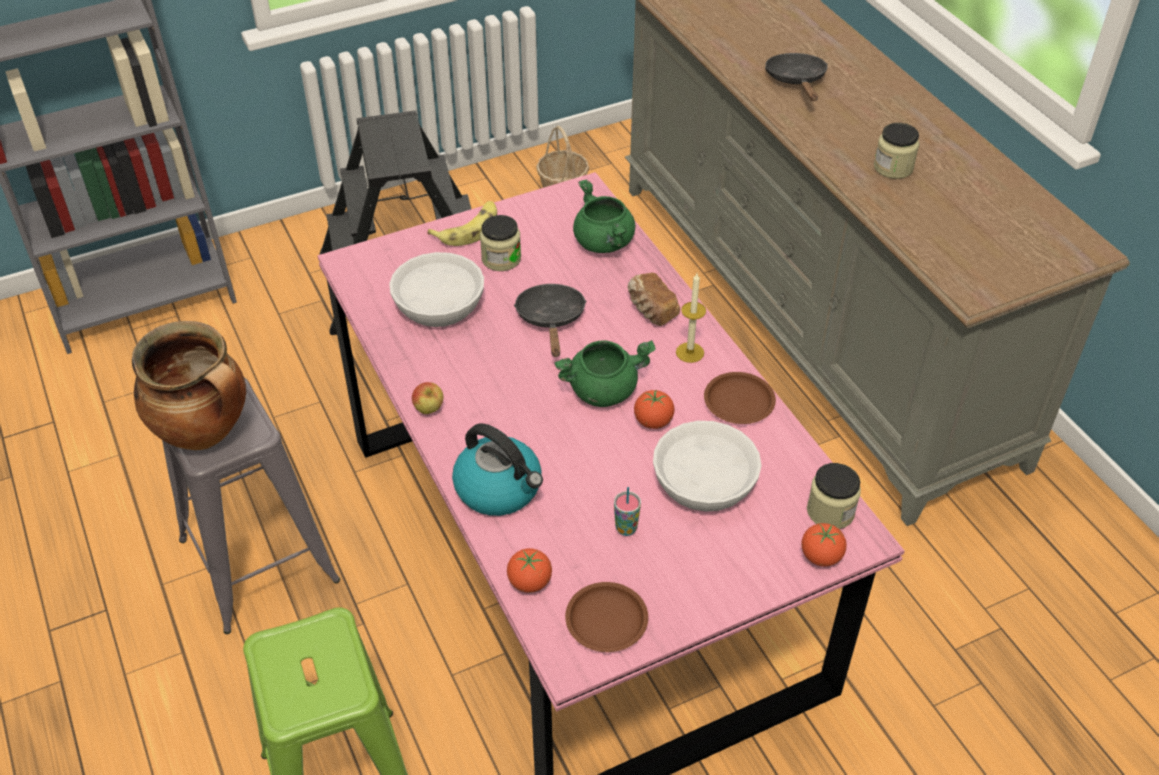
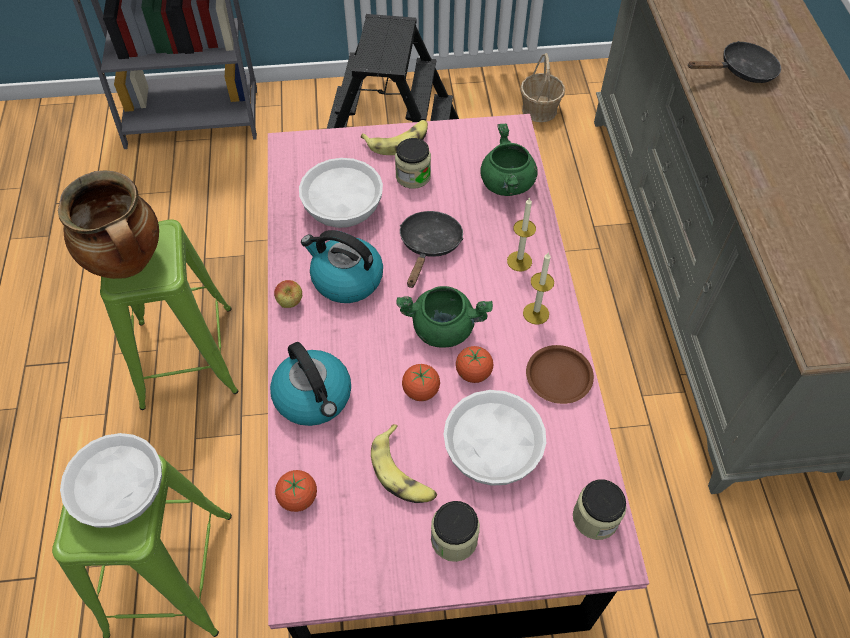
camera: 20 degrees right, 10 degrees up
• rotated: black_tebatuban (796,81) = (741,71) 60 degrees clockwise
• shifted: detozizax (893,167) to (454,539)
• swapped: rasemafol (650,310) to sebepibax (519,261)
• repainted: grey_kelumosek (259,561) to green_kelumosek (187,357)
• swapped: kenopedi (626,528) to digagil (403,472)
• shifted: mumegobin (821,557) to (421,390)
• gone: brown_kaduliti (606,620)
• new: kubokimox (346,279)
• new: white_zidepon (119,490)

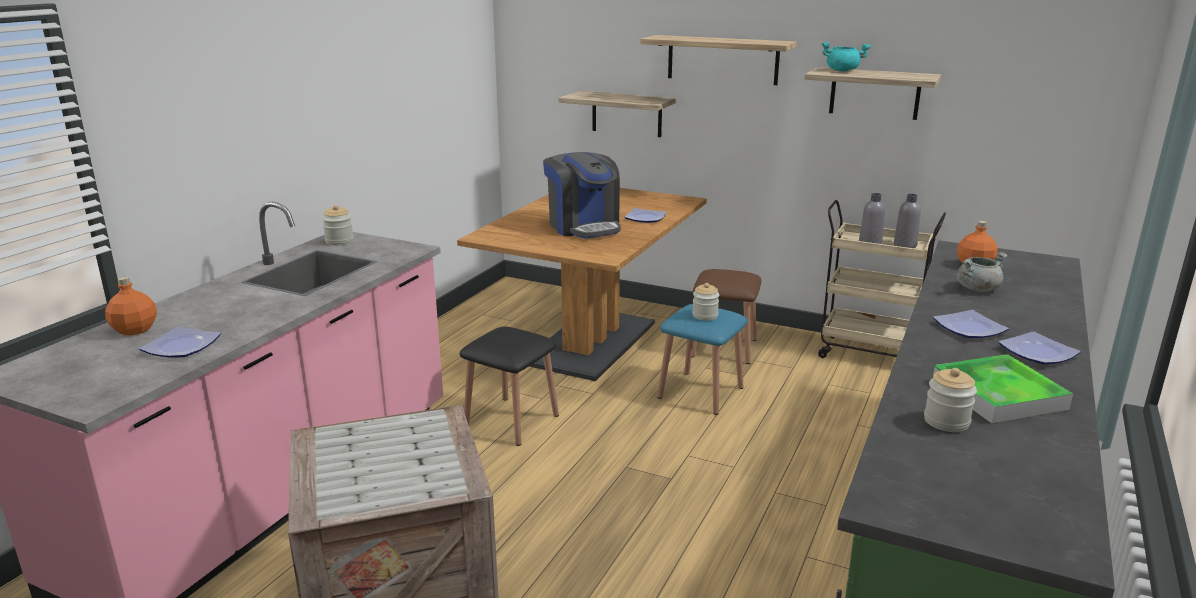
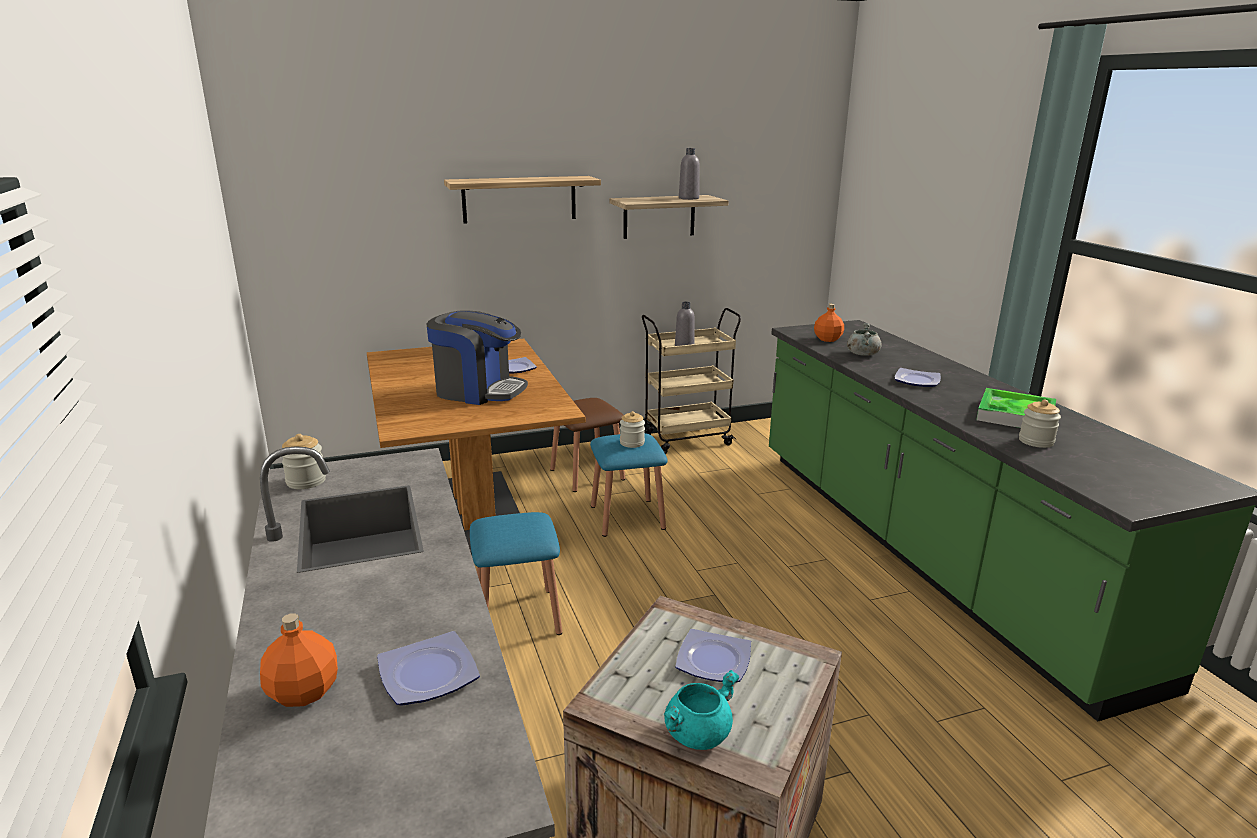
camera: 45 degrees left, 0 degrees up
• shifted: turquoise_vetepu (842,71) to (697,733)
• gone: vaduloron (626,114)
• shifted: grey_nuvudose (905,245) to (688,198)
• repainted: black_kelumosek (511,420) to blue_kelumosek (517,616)
• shifted: kaduliti (1039,353) to (715,660)

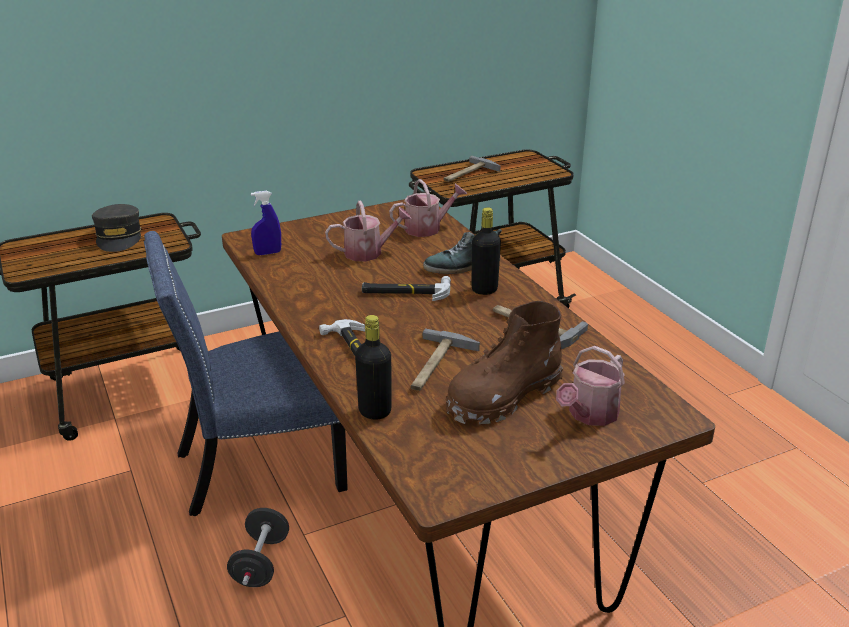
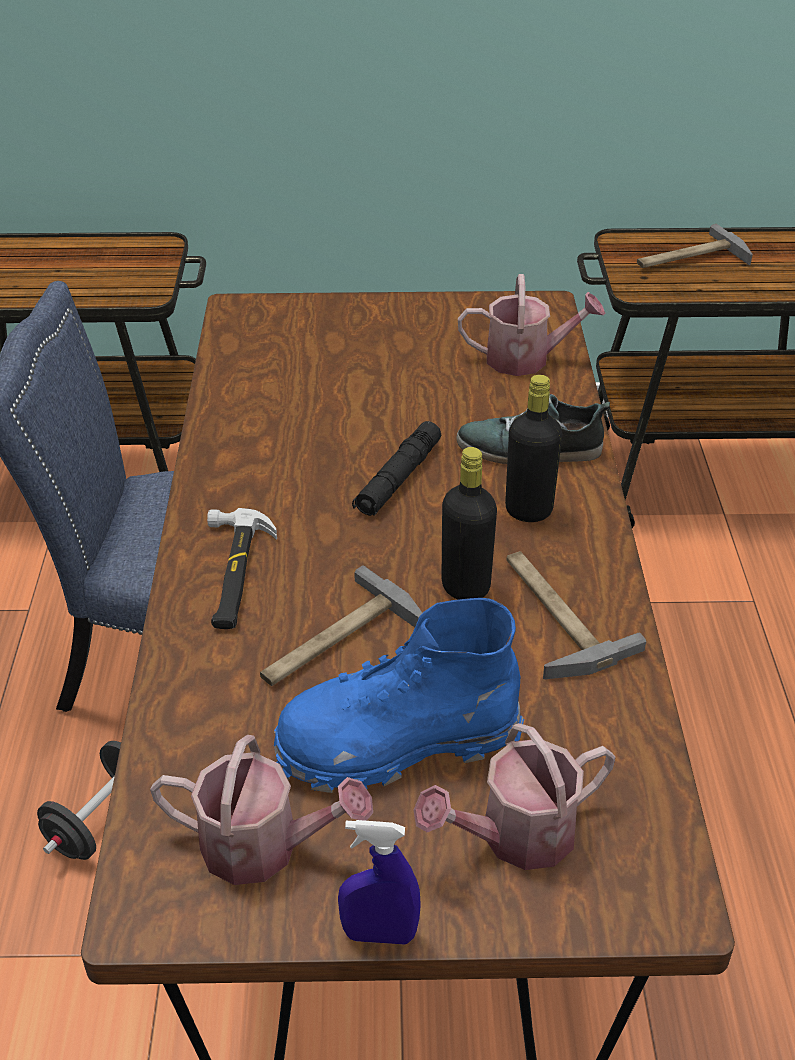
camera: 25 degrees right, 10 degrees up
• shifted: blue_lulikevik (268,253) to (379,934)
• shifted: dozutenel (369,252) to (263,847)
• gone: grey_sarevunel (119,237)
• swapped: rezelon (406,292) to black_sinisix (398,479)
• repainted: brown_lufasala (503,397) to blue_lufasala (396,744)
• shifted: black_nuvudose (375,411) to (465,587)

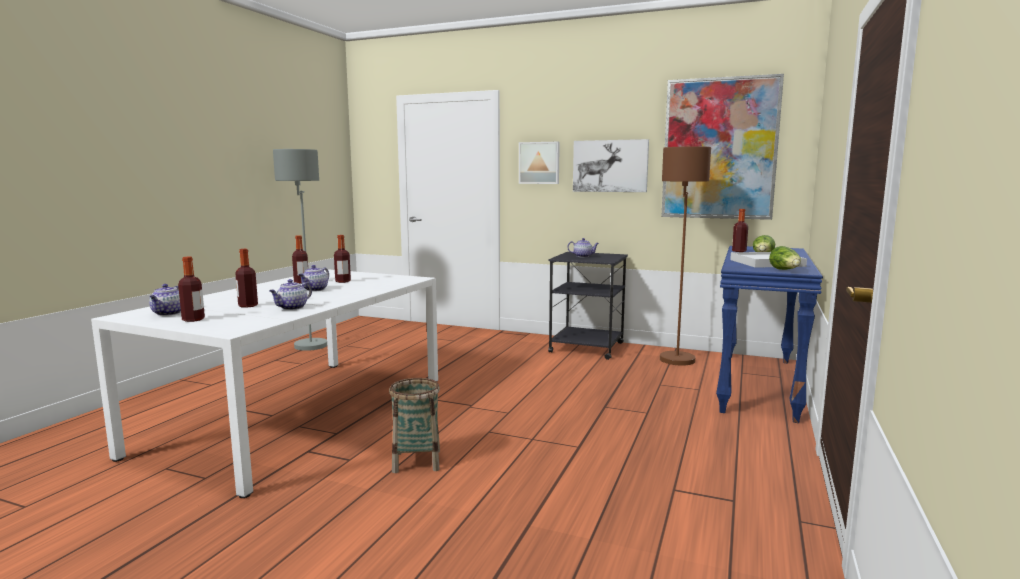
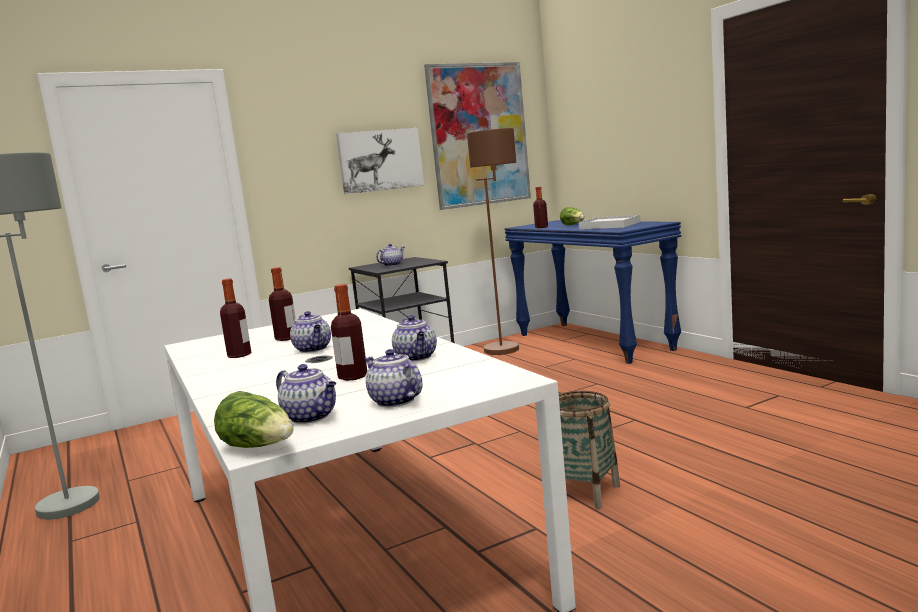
camera: 50 degrees left, 0 degrees up
• gone: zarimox (539,163)
• shifted: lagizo (785,270) to (260,447)
• swapped: nuvudose (193,319) to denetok (394,401)

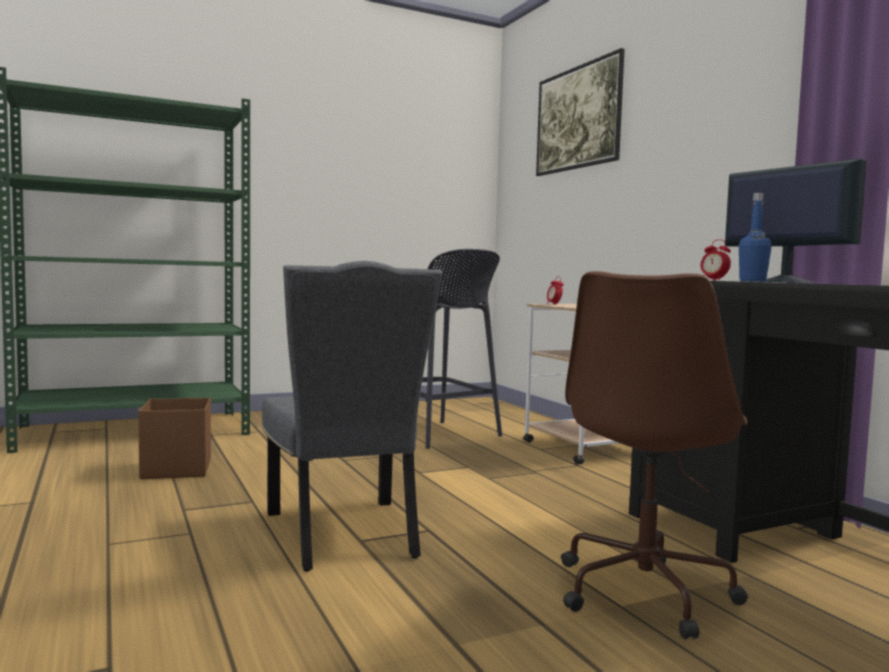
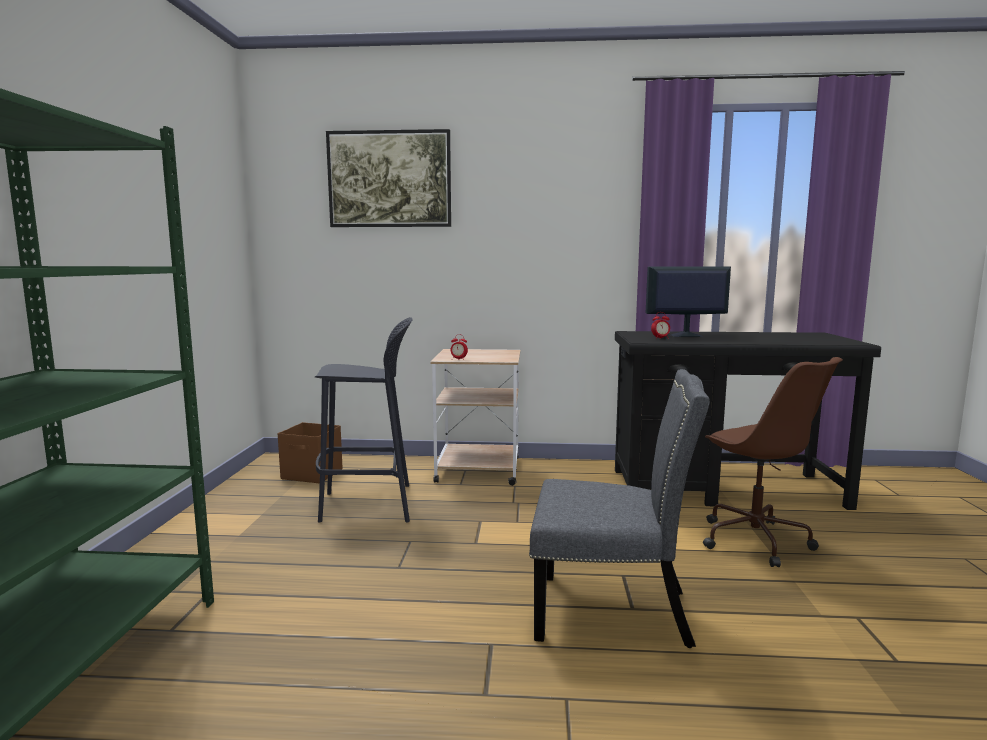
camera: 60 degrees left, 5 degrees up
• gone: blue_nuvudose (752,281)
• shifted: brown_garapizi (176,469) to (312,474)

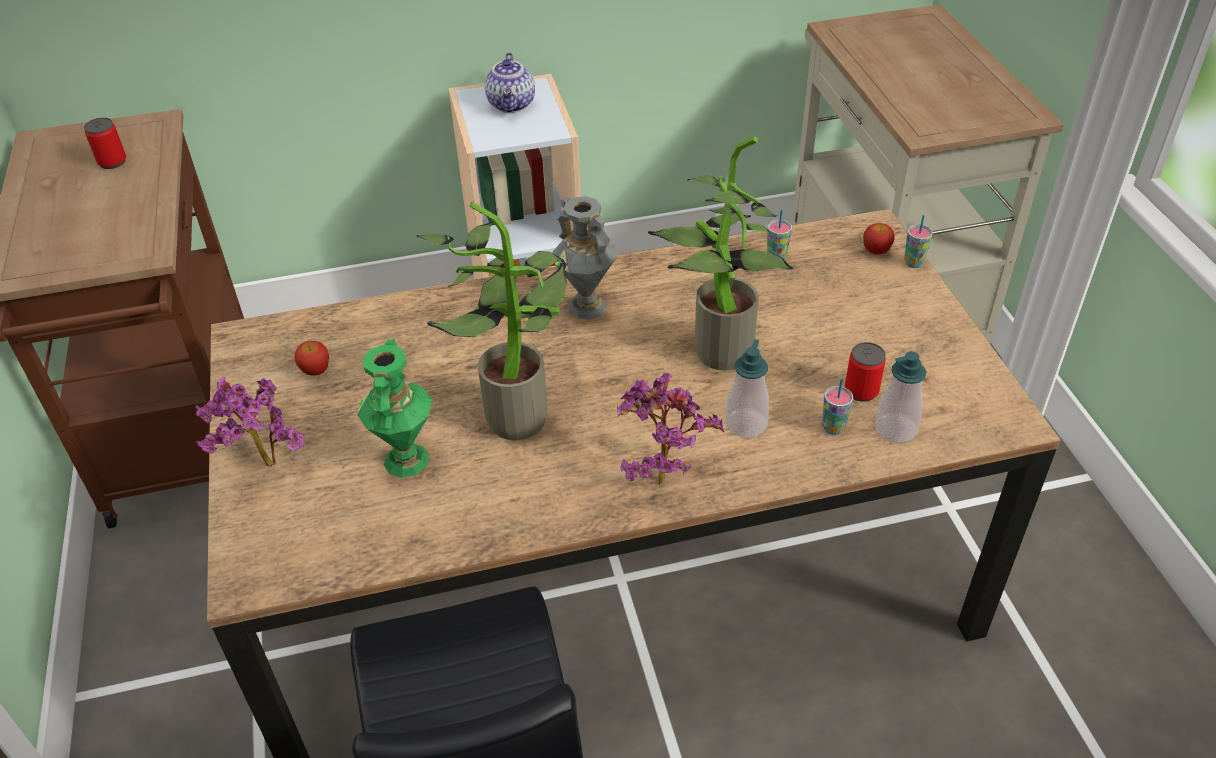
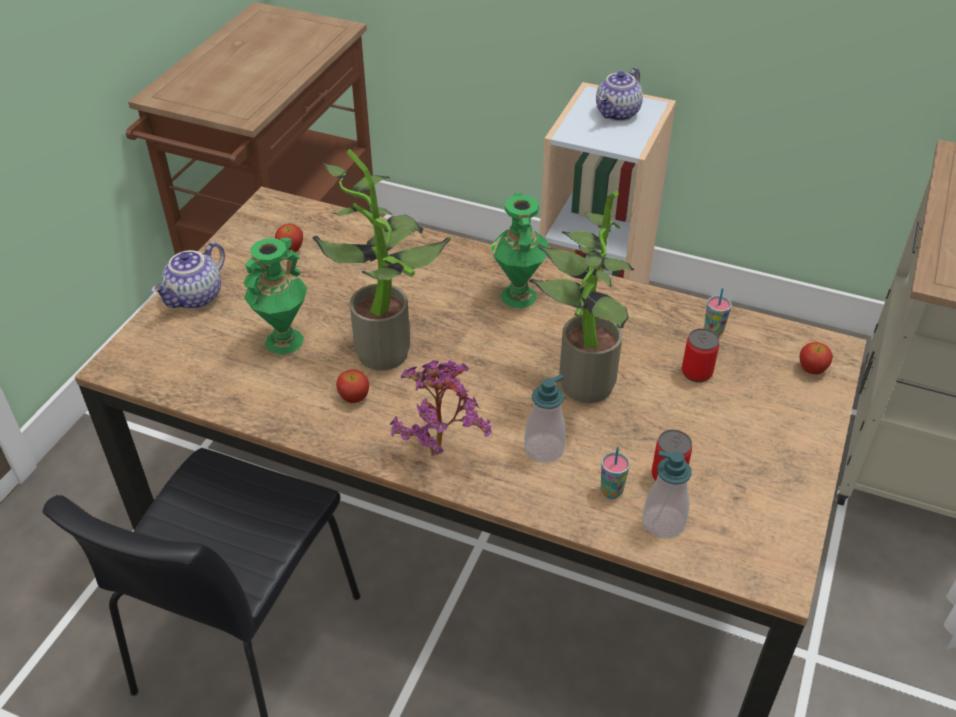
camera: 35 degrees right, 0 degrees up
• shifted: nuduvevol (112,162) to (696,372)
• repainted: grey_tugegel (588,306) to green_tugegel (519,296)
• gone: kenopedi (913,263)
• swapped: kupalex (262,468) to denetok (196,298)
• new: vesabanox (354,397)

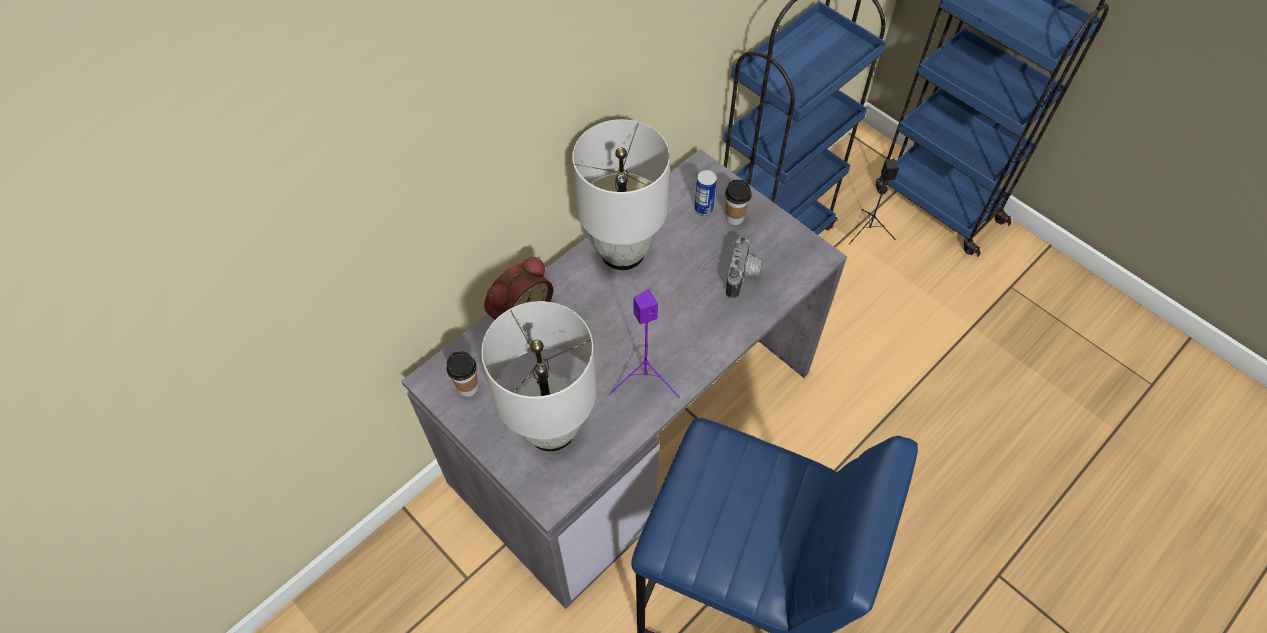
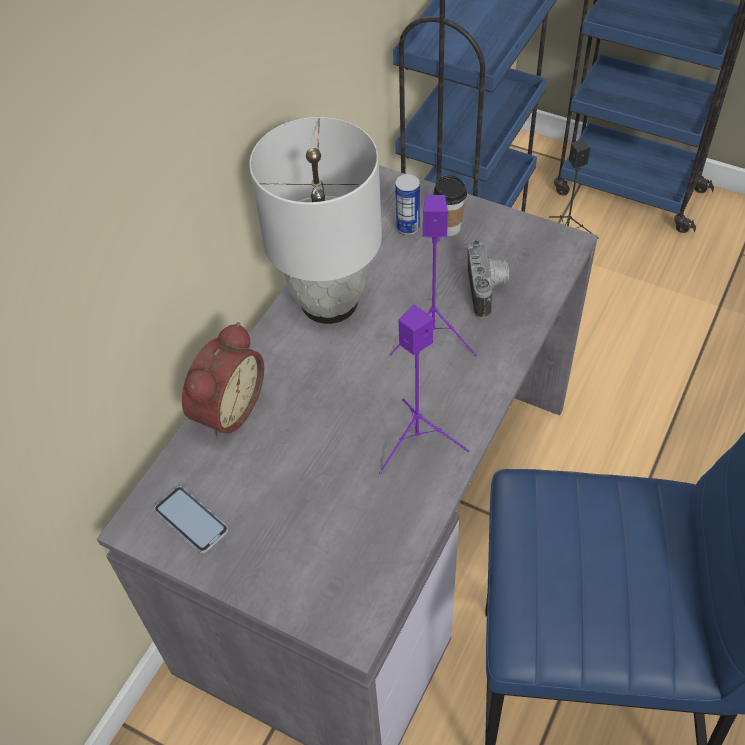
camera: 15 degrees left, 5 degrees down
• gone: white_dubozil (551,428)
• swapped: kenopedi (468,387) to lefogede (191,520)
• new: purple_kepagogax (434,335)

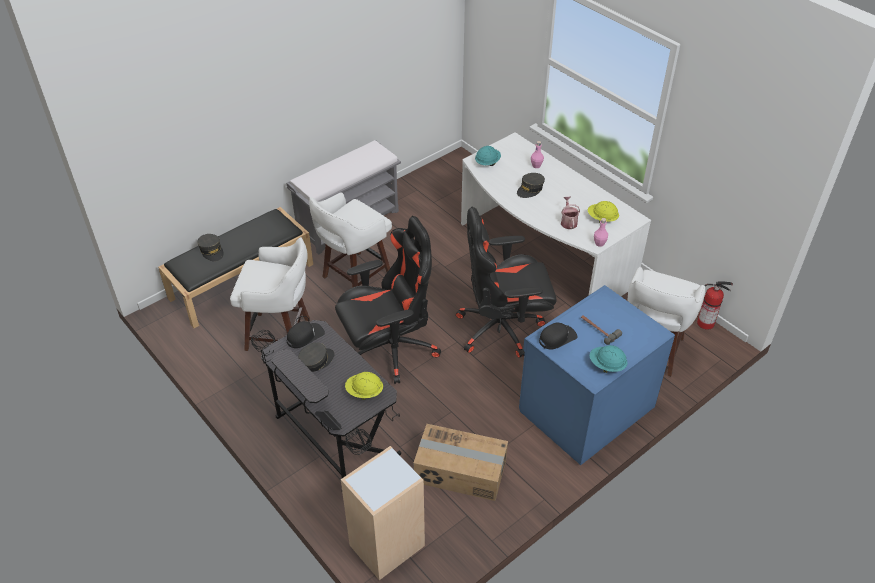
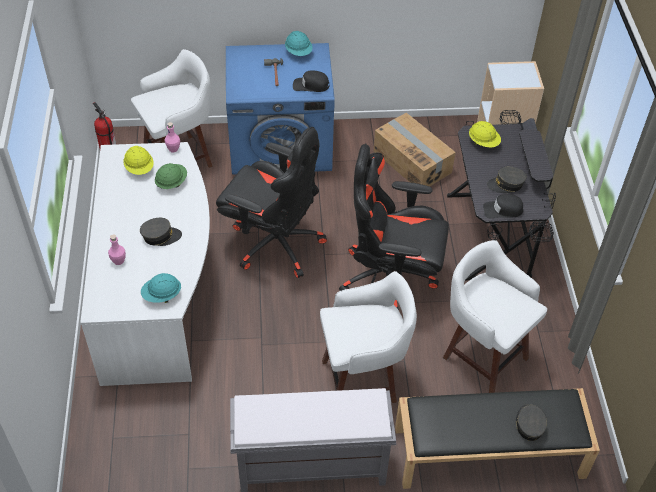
camera: 145 degrees left, 5 degrees up
• swapped: dozutenel (568,221) to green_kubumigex (171,183)

